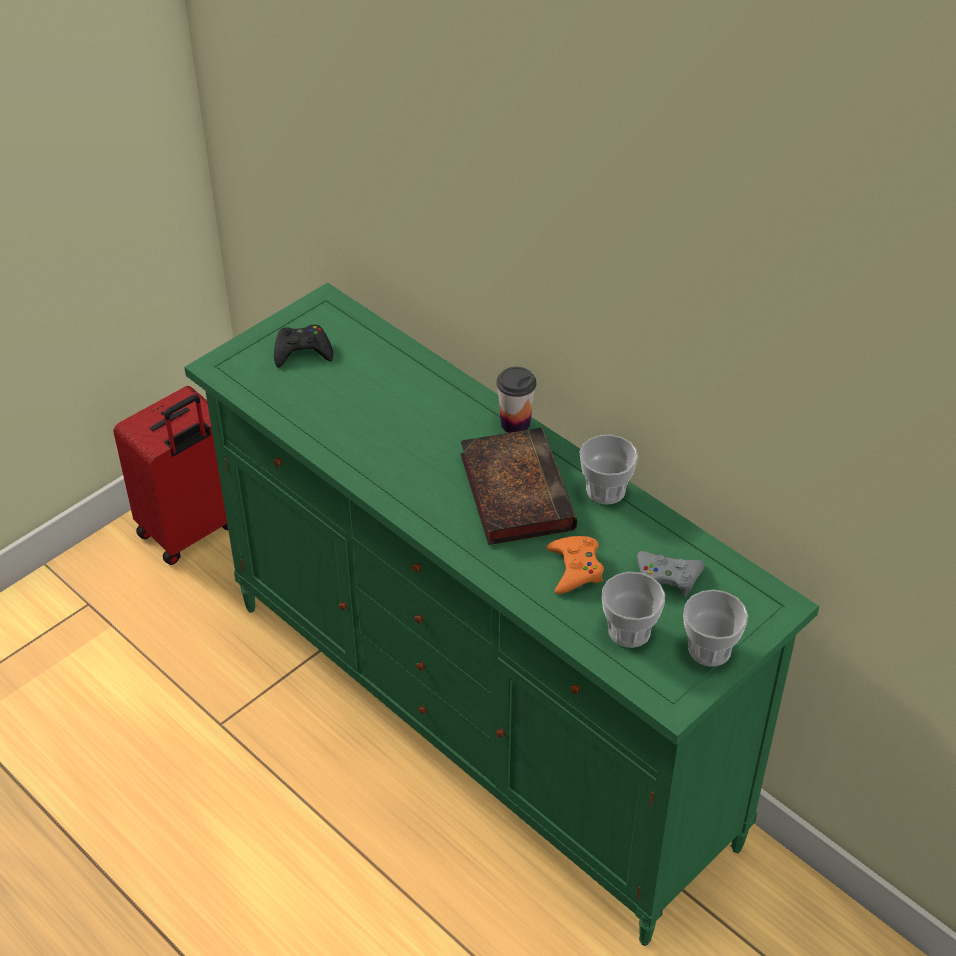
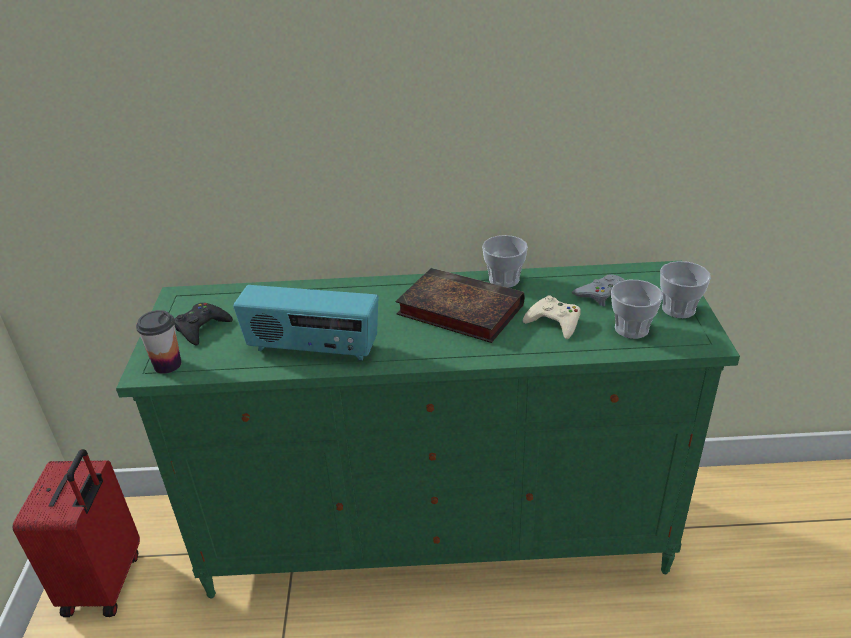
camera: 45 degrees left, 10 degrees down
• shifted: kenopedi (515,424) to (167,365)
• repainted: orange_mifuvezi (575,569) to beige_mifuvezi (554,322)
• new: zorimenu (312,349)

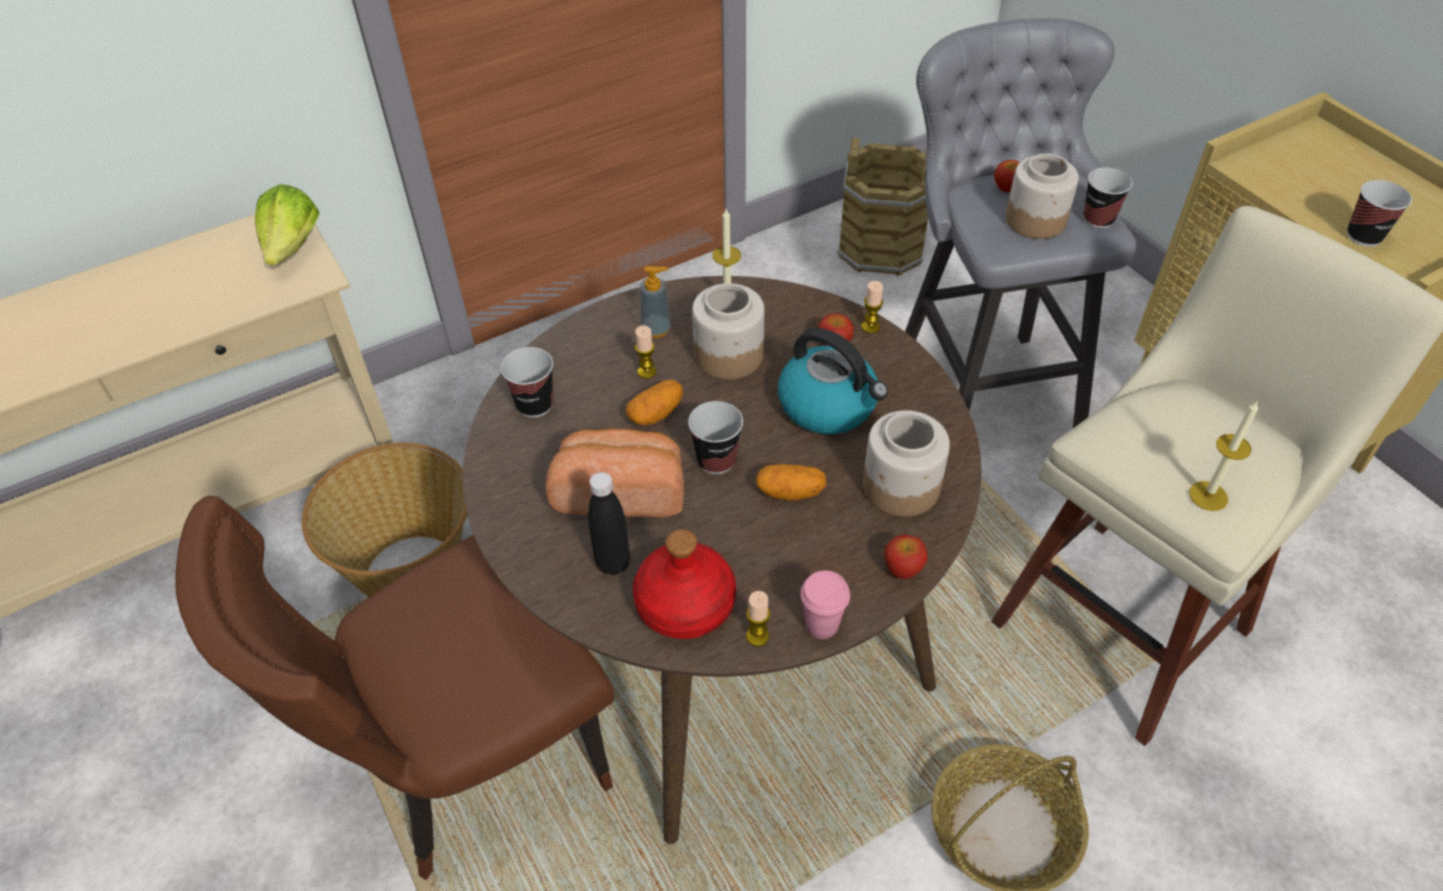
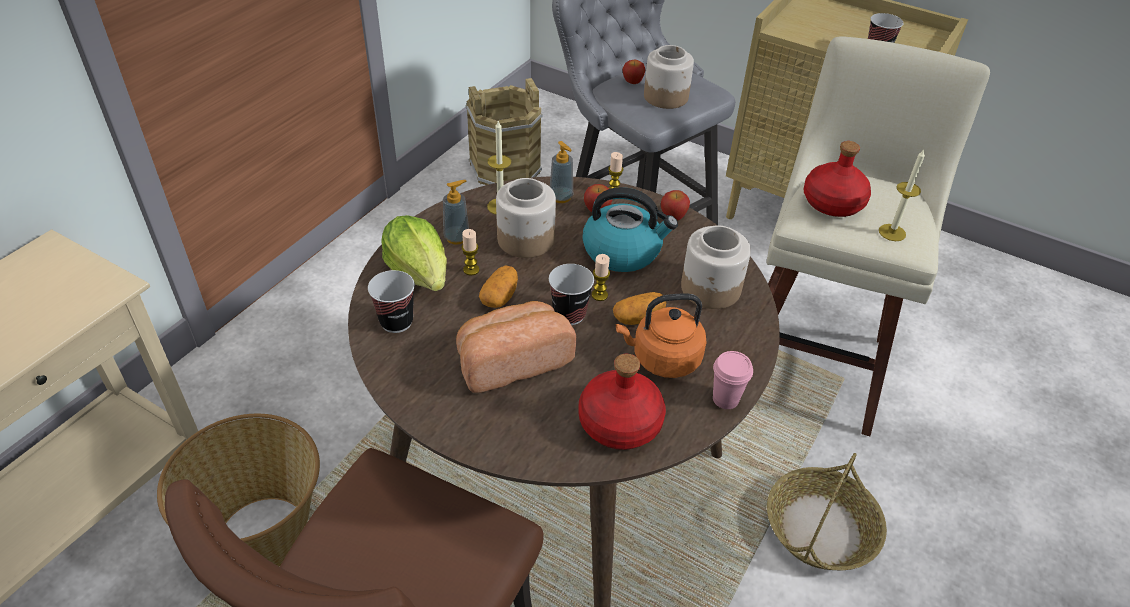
camera: 30 degrees left, 5 degrees down
• gone: kenopedi (1098,219)
• shifted: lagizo (293,246) to (420,273)
• gone: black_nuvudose (613,563)
• shifted: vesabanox (903,568) to (673,216)
• shifted: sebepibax (757,636) to (599,295)
• new: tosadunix (561,197)
• new: red_nuvudose (832,203)
• new: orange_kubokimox (662,359)

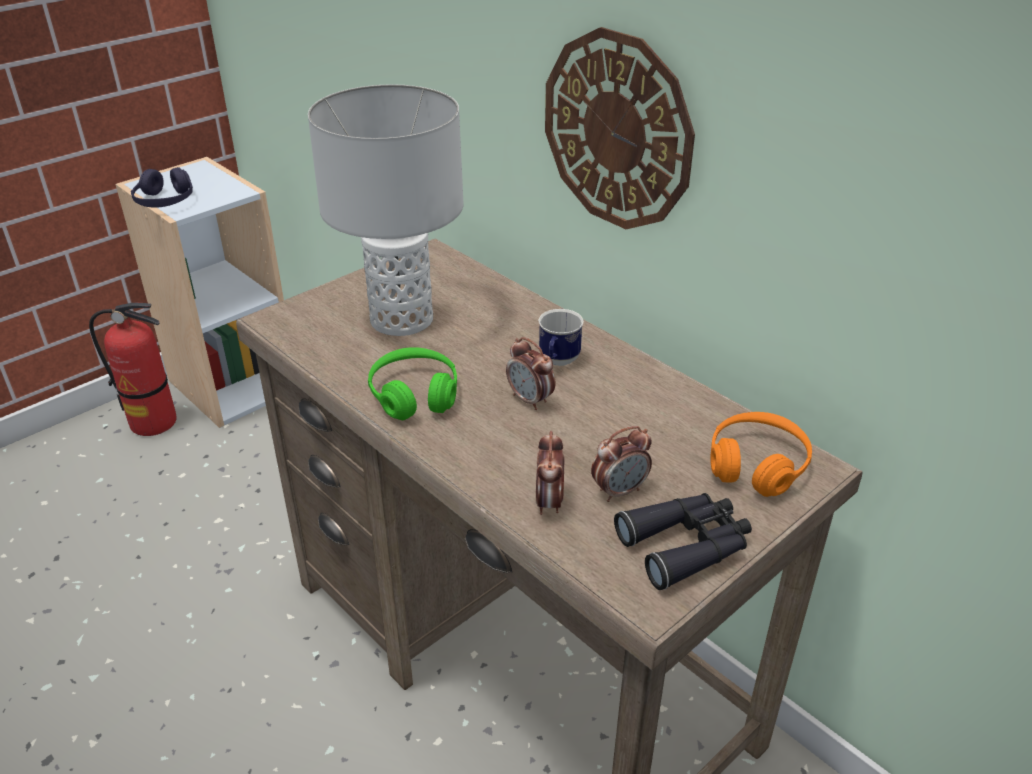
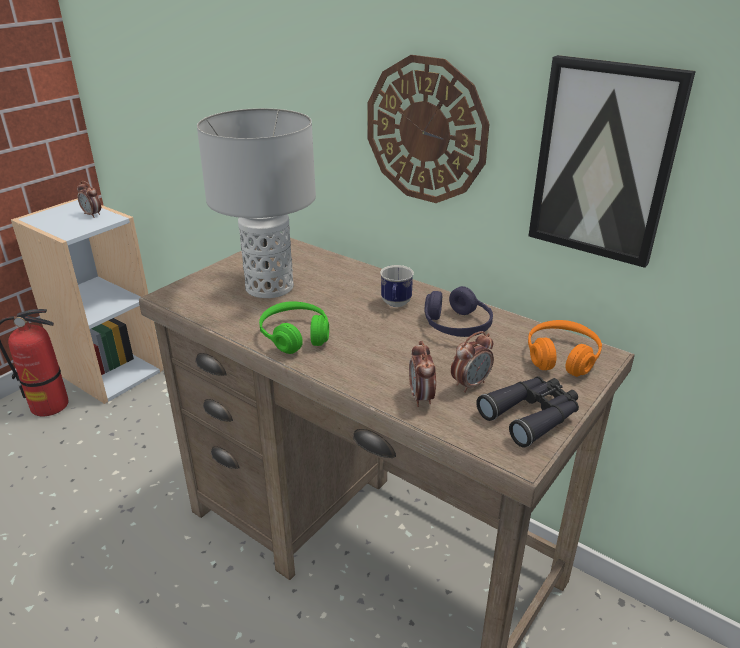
camera: 10 degrees left, 5 degrees down
• shifted: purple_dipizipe (165,201) to (457,326)
• shifted: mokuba (530,400) to (92,215)
• new: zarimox (604,161)

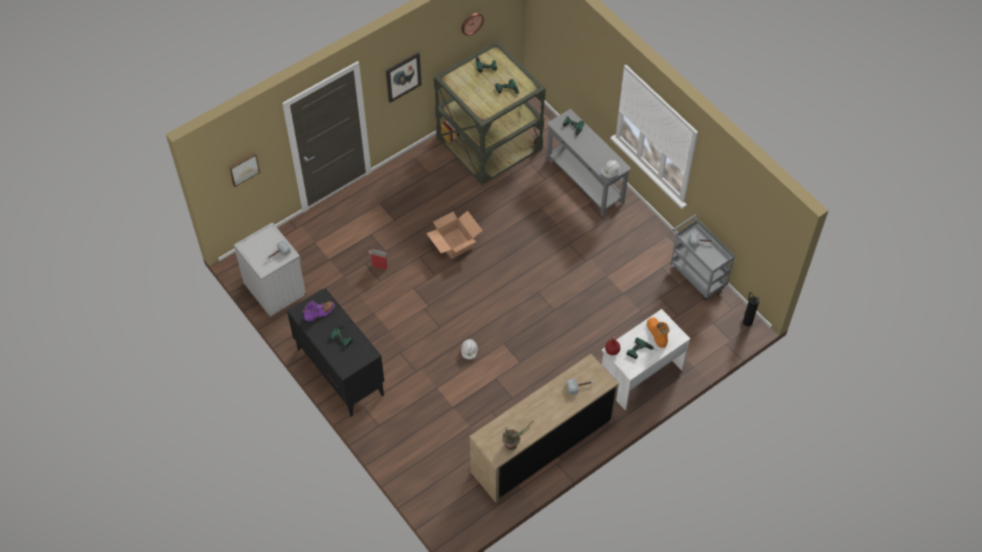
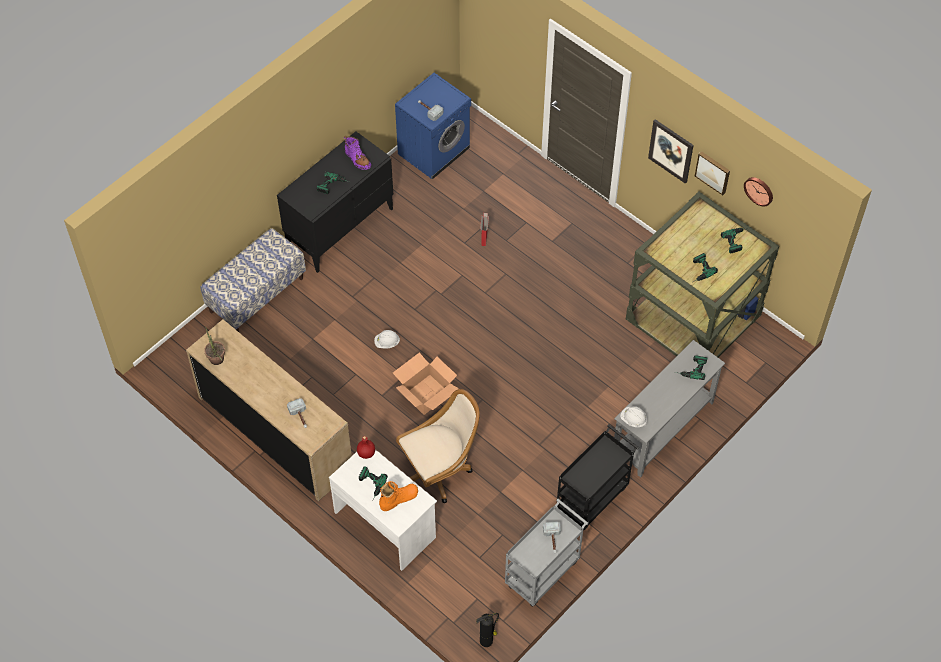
camera: 80 degrees right, 0 degrees up
• shifted: zarimox (243,168) to (713,172)
• shifted: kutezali (454,243) to (426,394)
• repainted: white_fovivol (276,288) to blue_fovivol (435,152)
• new: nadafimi (256,294)
• new: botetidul (439,468)
• new: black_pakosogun (593,499)

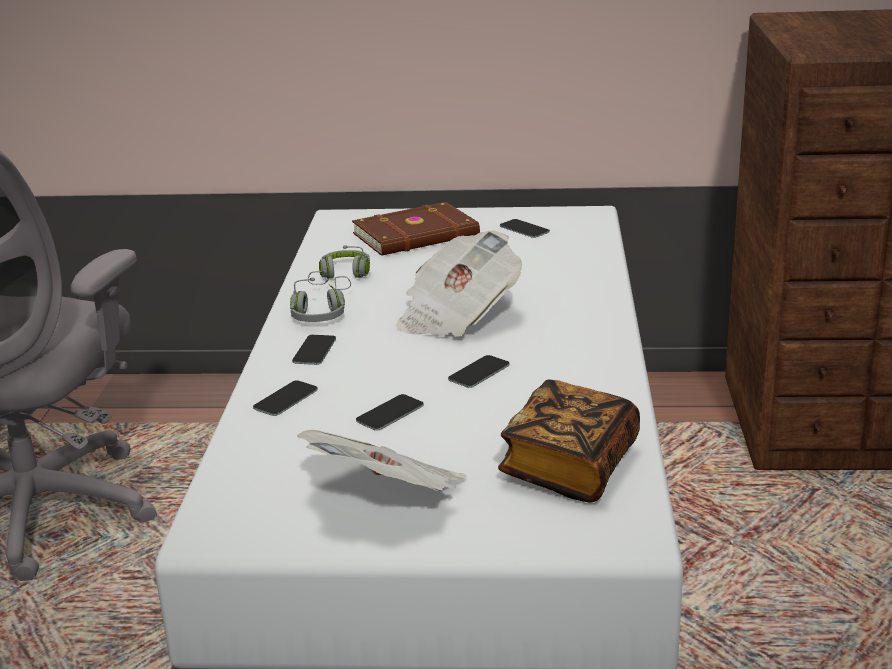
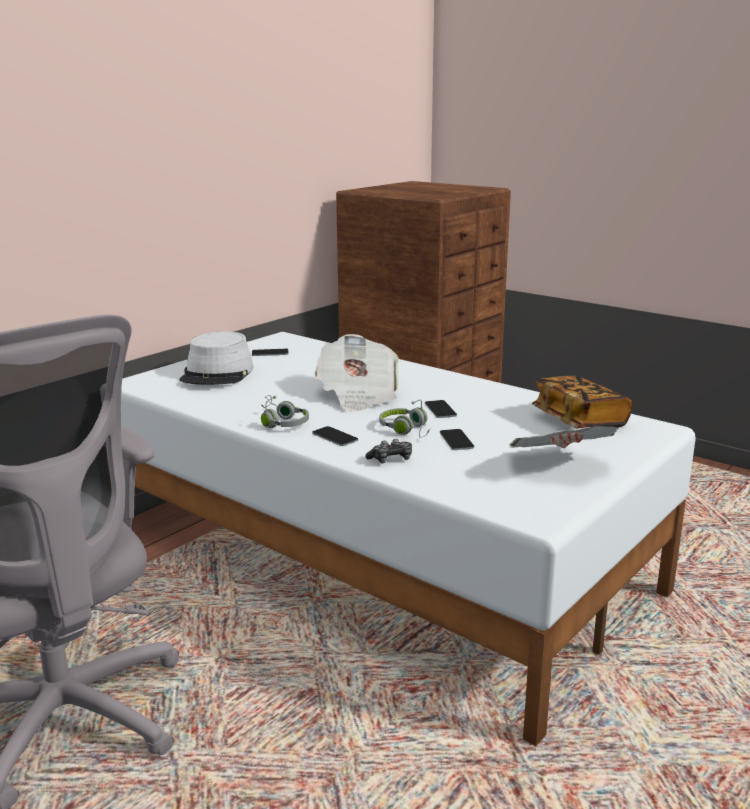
camera: 55 degrees left, 5 degrees down
• swapped: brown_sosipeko (417,235) to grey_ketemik (217,374)
• shifted: grey_dipizipe (341,276) to (407,430)
• swapped: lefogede (285,399) to mifuvezi (391,459)

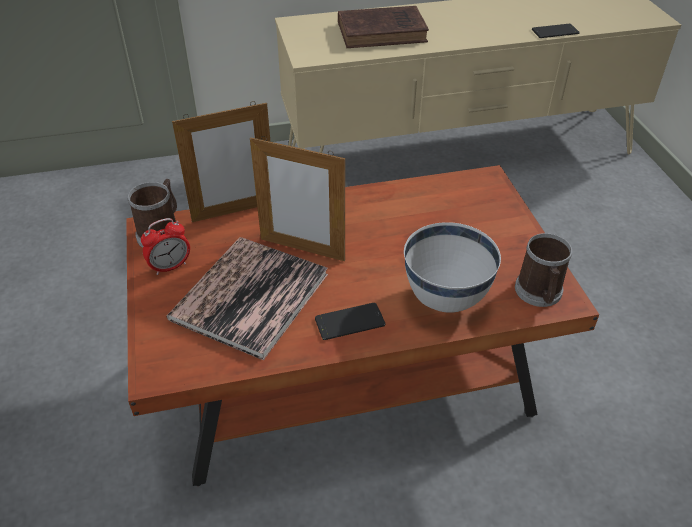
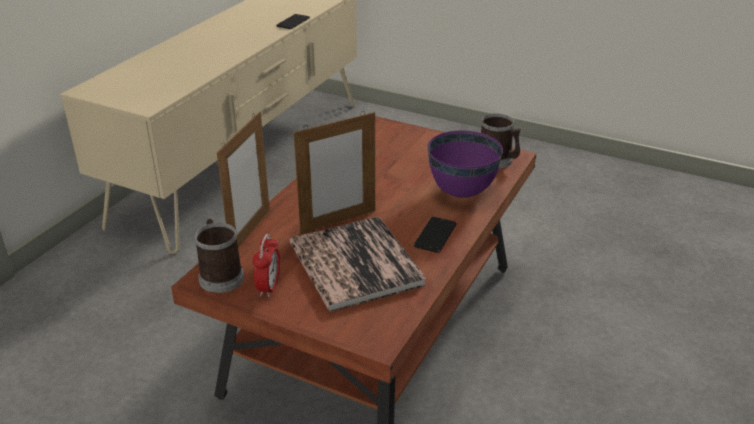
camera: 50 degrees left, 10 degrees down
• gone: brown_sosipeko (384,32)
• repainted: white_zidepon (445,300) to purple_zidepon (462,192)

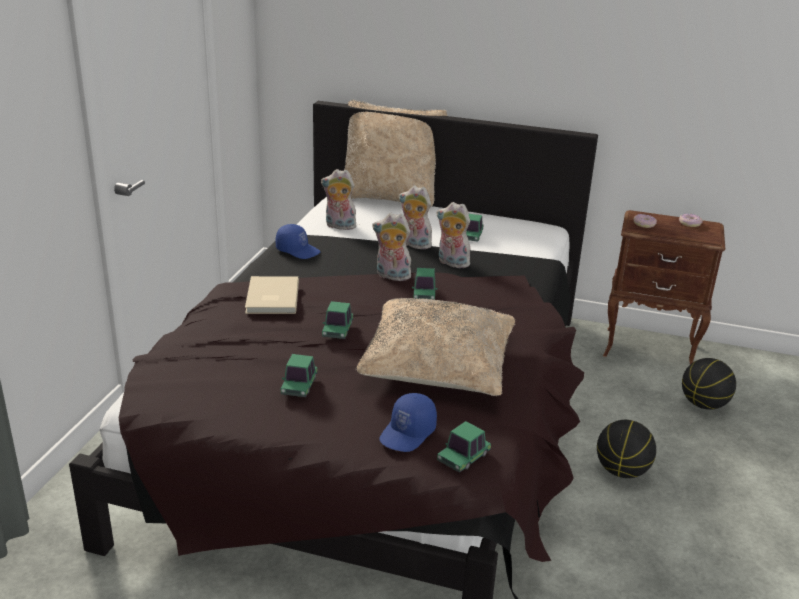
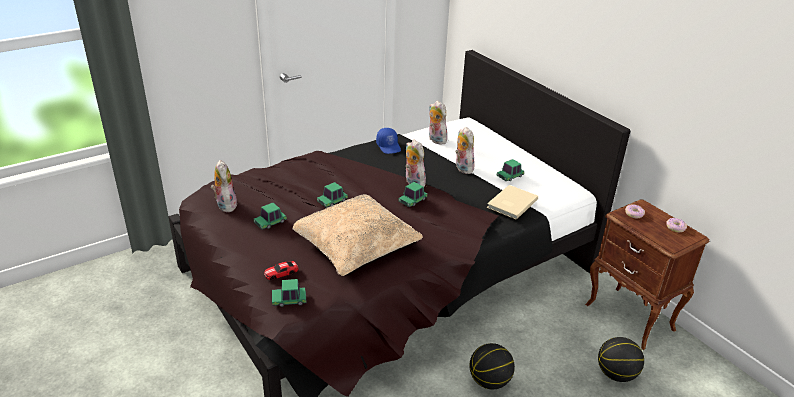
camera: 40 degrees right, 5 degrees up
• gone: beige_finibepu (390,200)
• shifted: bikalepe (451,263) to (225,205)
• shifted: beige_sosipeko (270,298) to (510,203)
• swapped: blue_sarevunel (408,433) to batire (281,273)

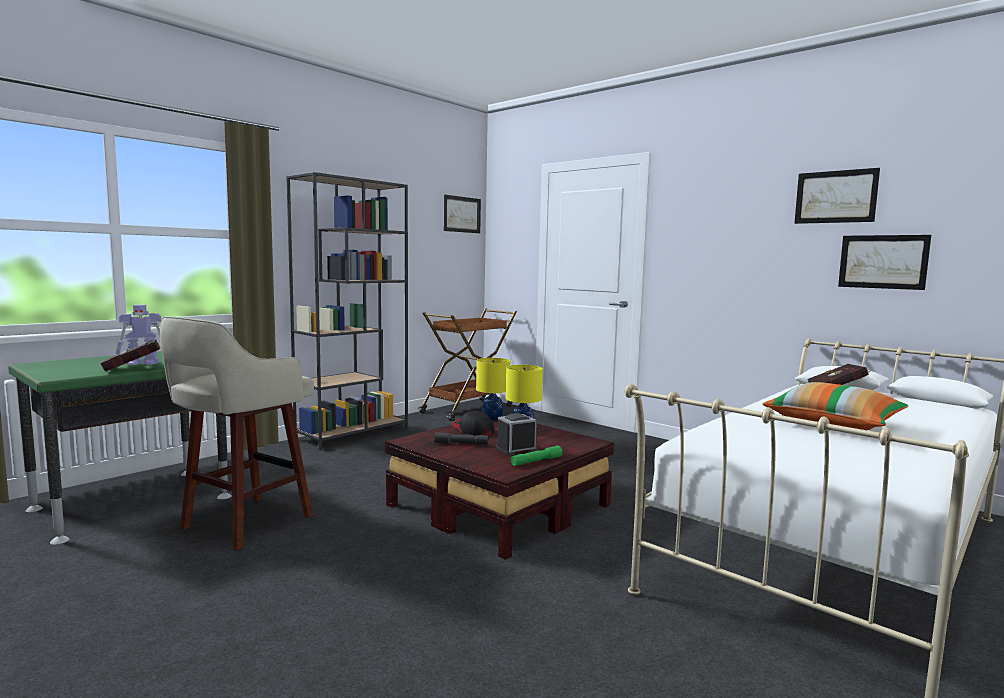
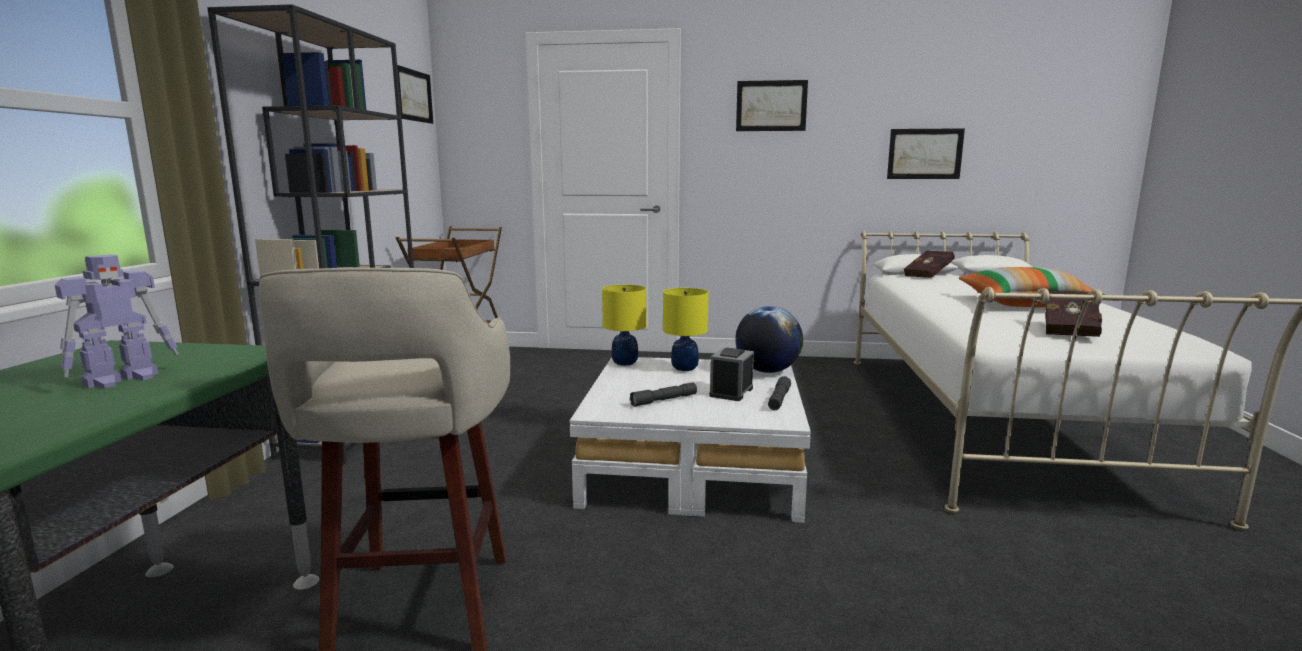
camera: 35 degrees left, 5 degrees up
• shifted: zarimox (835,197) to (771,106)
• shifted: red_sosipeko (135,369) to (1069,330)
• gone: sarevunel (472,429)
• repainted: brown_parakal (499,506) to white_parakal (694,466)
• repainted: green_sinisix (536,461) to grey_sinisix (779,399)
• new: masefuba (767,371)

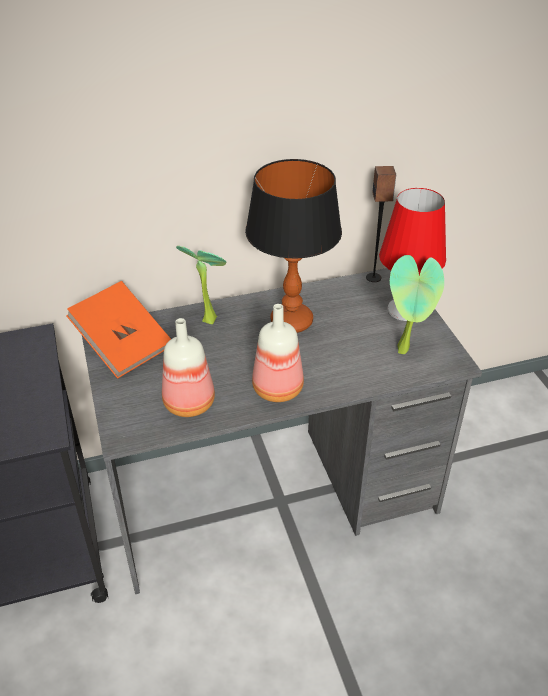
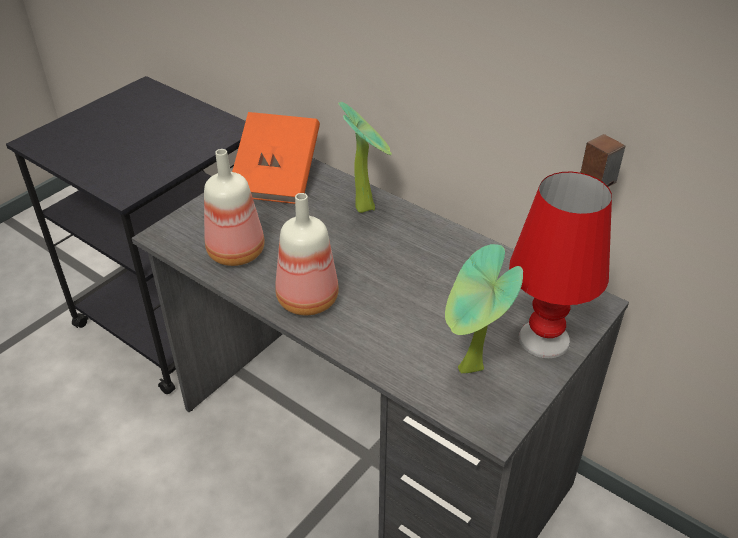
camera: 55 degrees right, 0 degrees up
• gone: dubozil (292,322)

